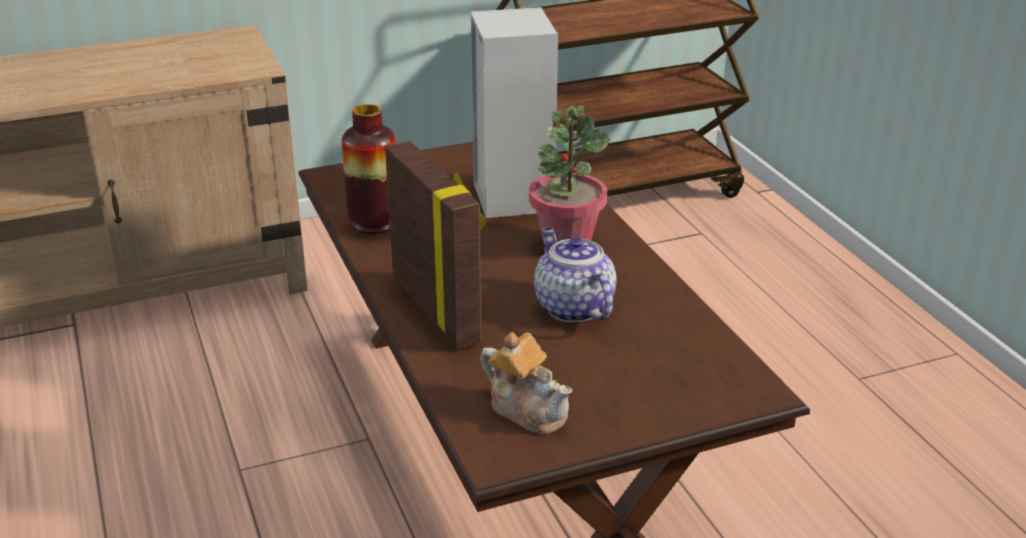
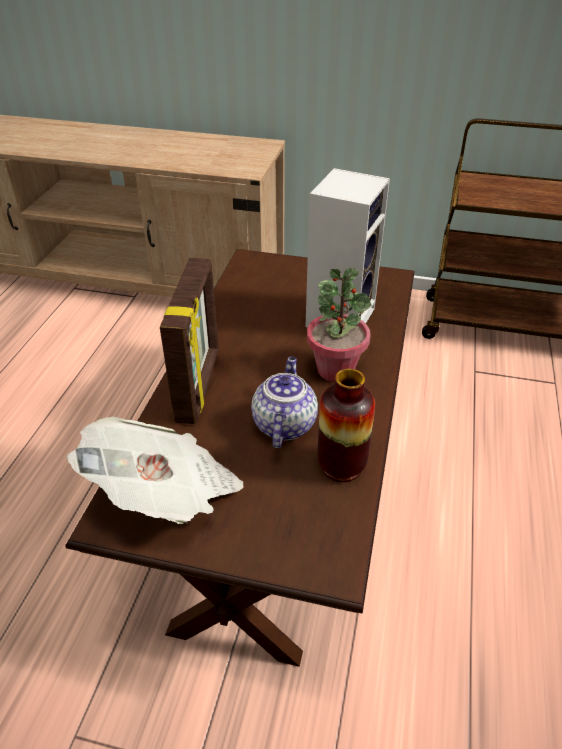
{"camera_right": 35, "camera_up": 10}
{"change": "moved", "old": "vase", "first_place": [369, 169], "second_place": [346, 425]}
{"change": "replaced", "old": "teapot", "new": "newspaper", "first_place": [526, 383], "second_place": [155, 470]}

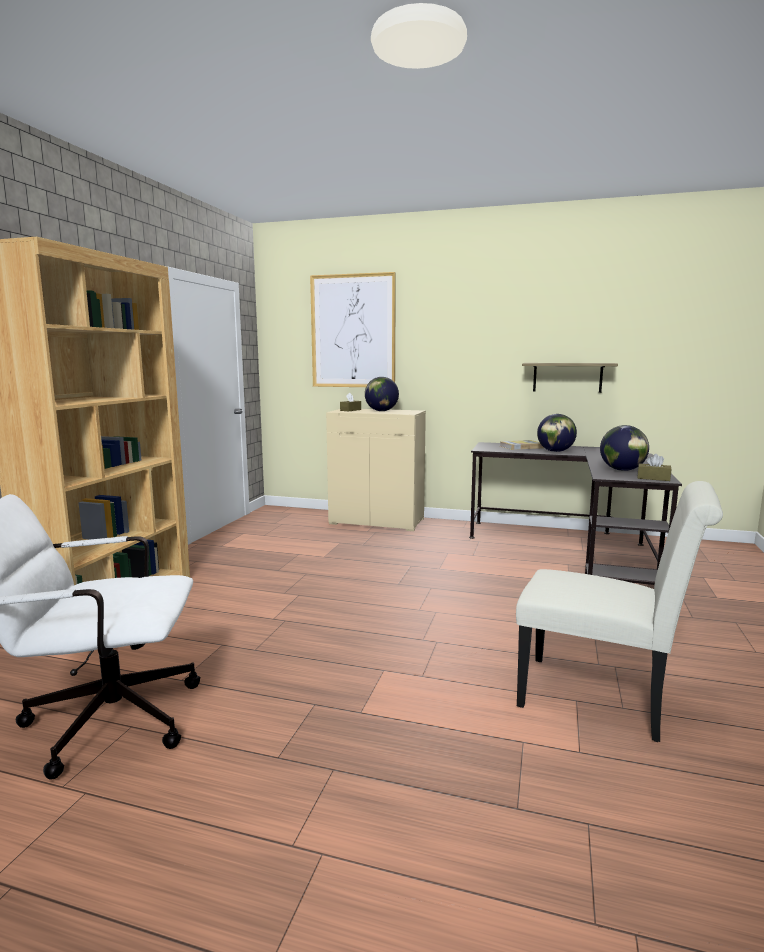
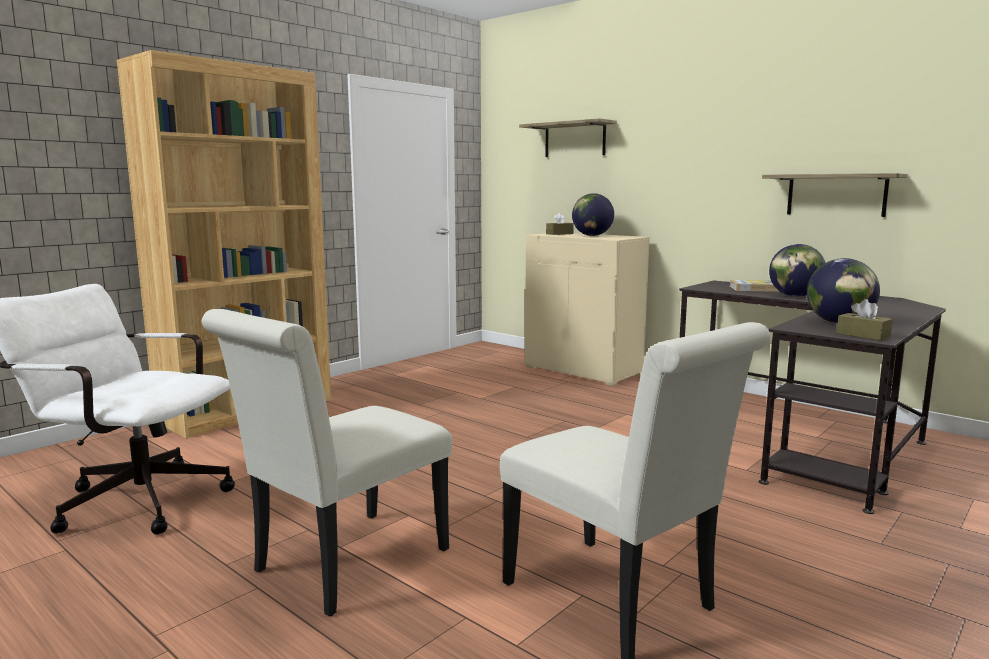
{"camera_right": 25, "camera_up": 0}
{"change": "replaced", "old": "picture", "new": "shelf", "first_place": [353, 329], "second_place": [568, 137]}
{"change": "added", "new": "white chair", "second_place": [327, 462]}

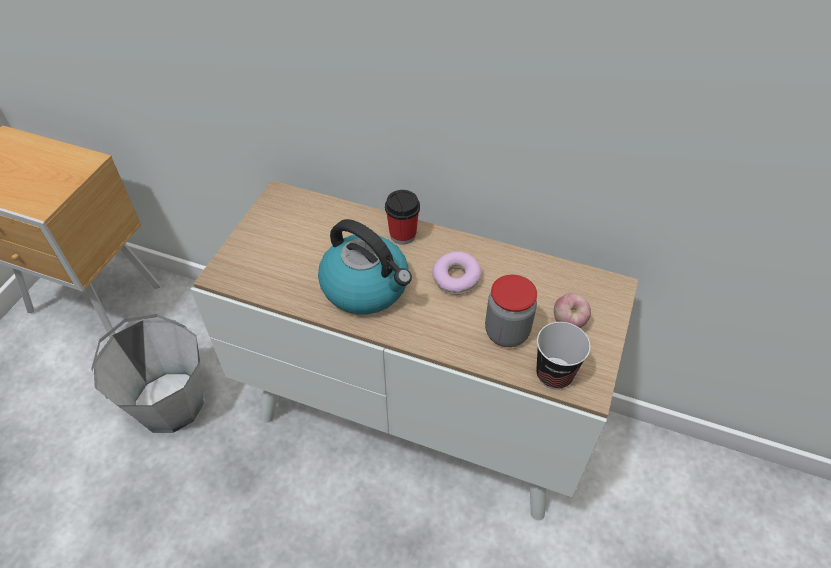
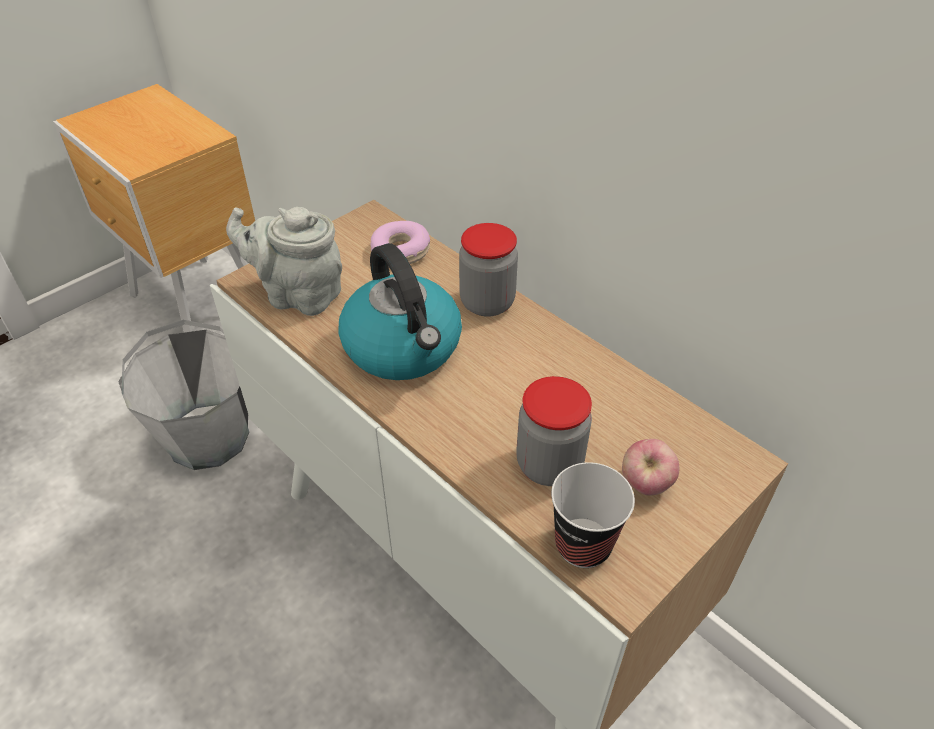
{"camera_right": 25, "camera_up": -5}
{"change": "replaced", "old": "cup", "new": "jar", "first_place": [402, 217], "second_place": [488, 270]}
{"change": "moved", "old": "donut", "first_place": [456, 273], "second_place": [400, 242]}
{"change": "added", "new": "grey teapot", "second_place": [284, 261]}

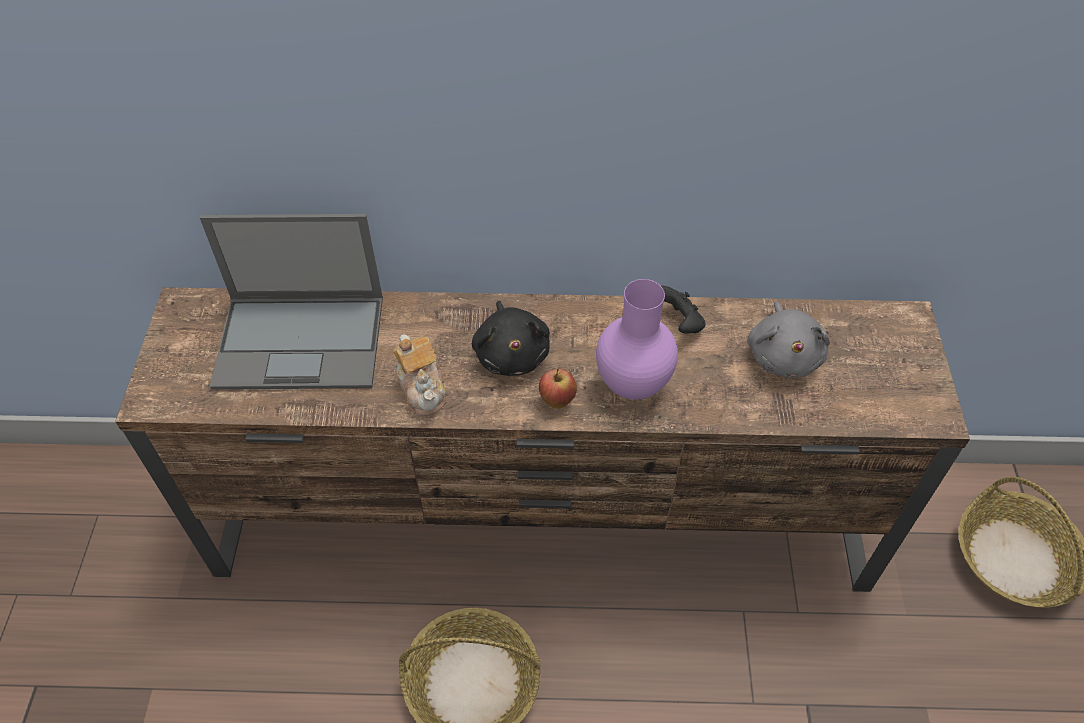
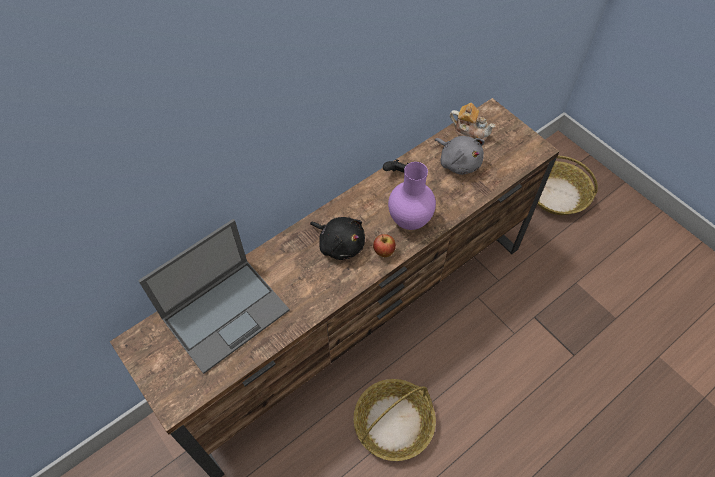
{"camera_right": -40, "camera_up": 5}
{"change": "moved", "old": "teapot", "first_place": [419, 375], "second_place": [473, 122]}

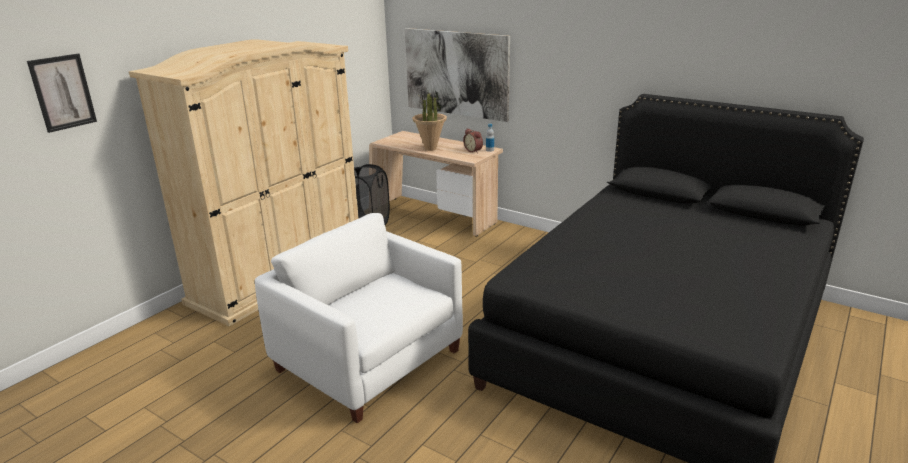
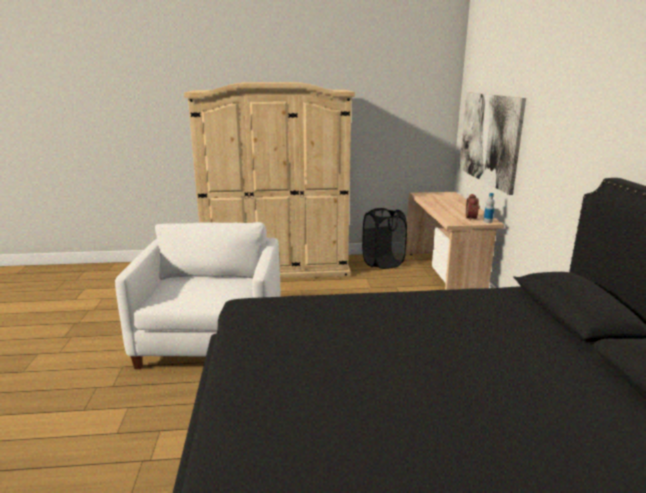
{"camera_right": 50, "camera_up": -5}
{"change": "removed", "old": "picture", "first_place": [62, 93]}
{"change": "removed", "old": "potted plant", "first_place": [429, 119]}

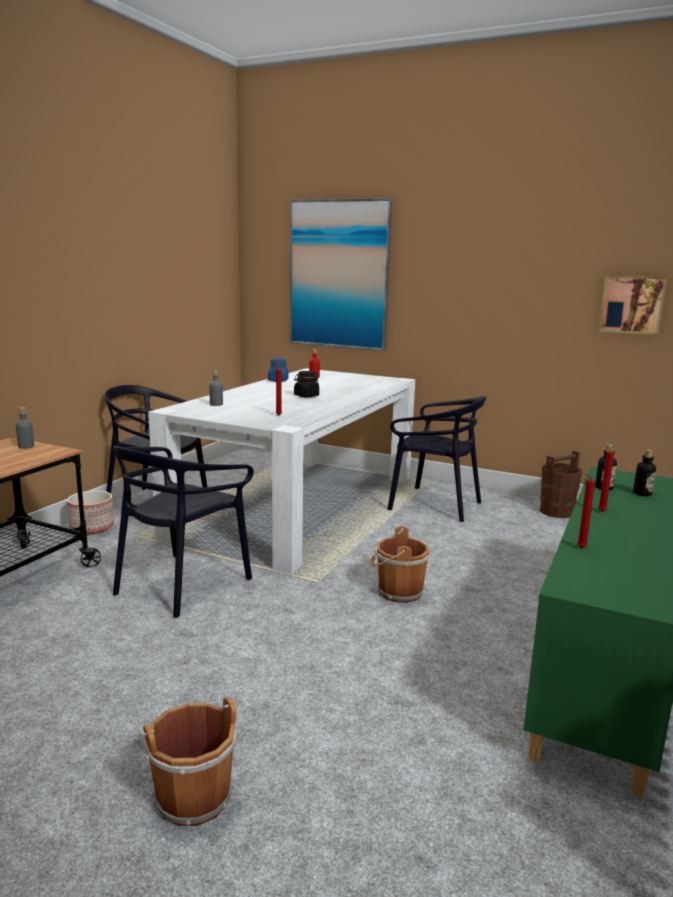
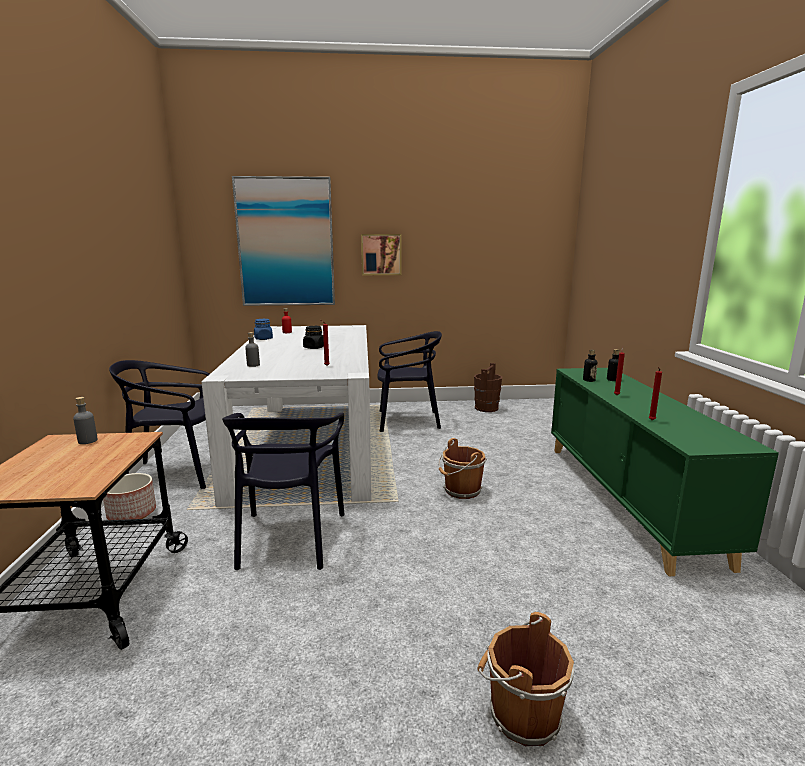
{"camera_right": -30, "camera_up": 0}
{"change": "moved", "old": "picture", "first_place": [632, 305], "second_place": [381, 254]}

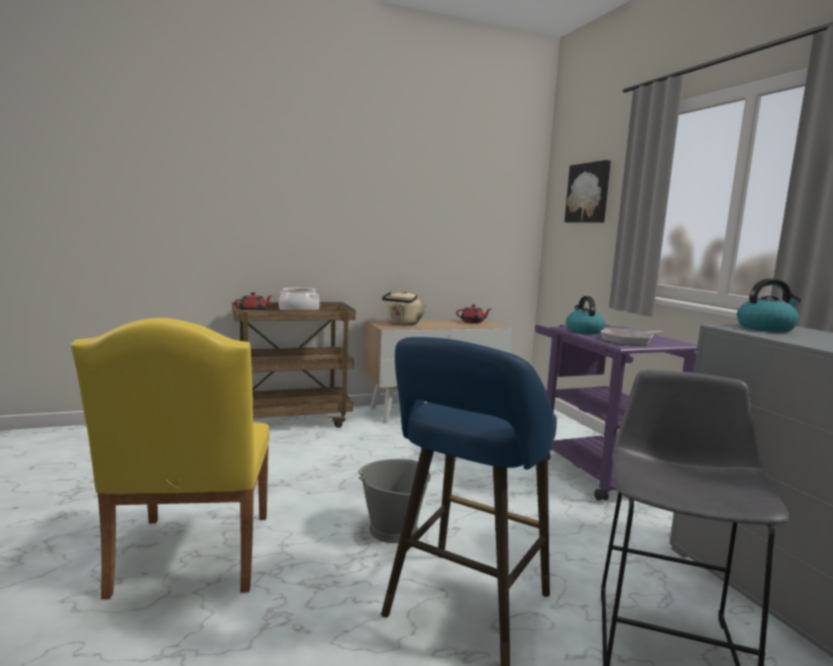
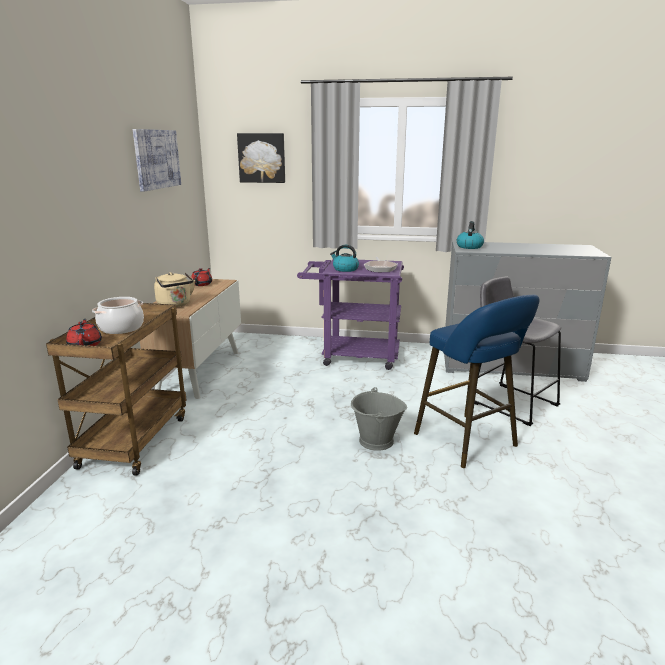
{"camera_right": -60, "camera_up": 10}
{"change": "removed", "old": "yellow chair", "first_place": [170, 459]}
{"change": "added", "new": "picture", "second_place": [157, 160]}

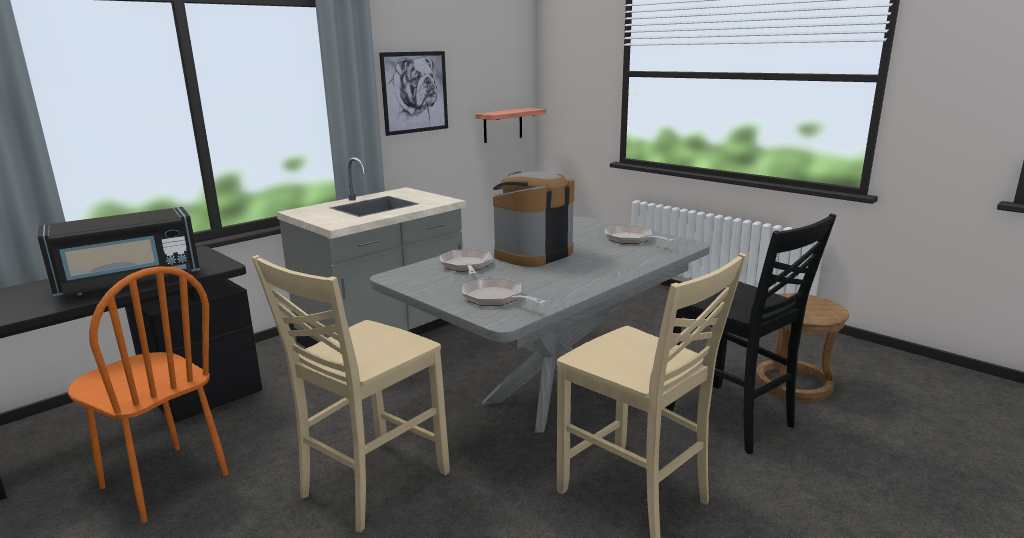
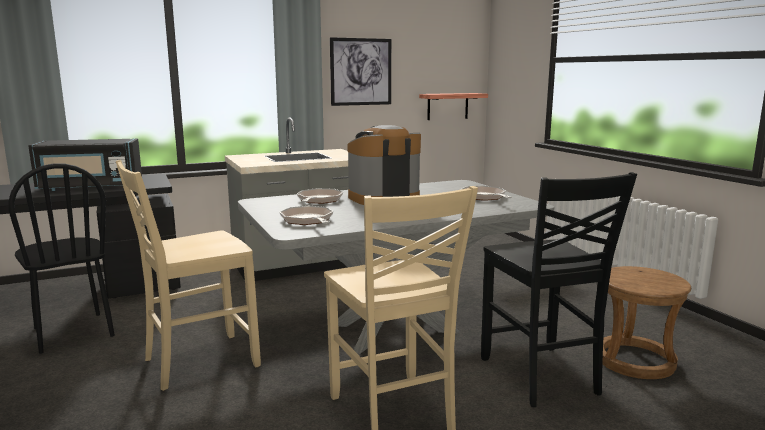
{"camera_right": 20, "camera_up": -5}
{"change": "recoloured", "old": "orange chair", "new": "black chair", "first_place": [148, 394], "second_place": [61, 258]}

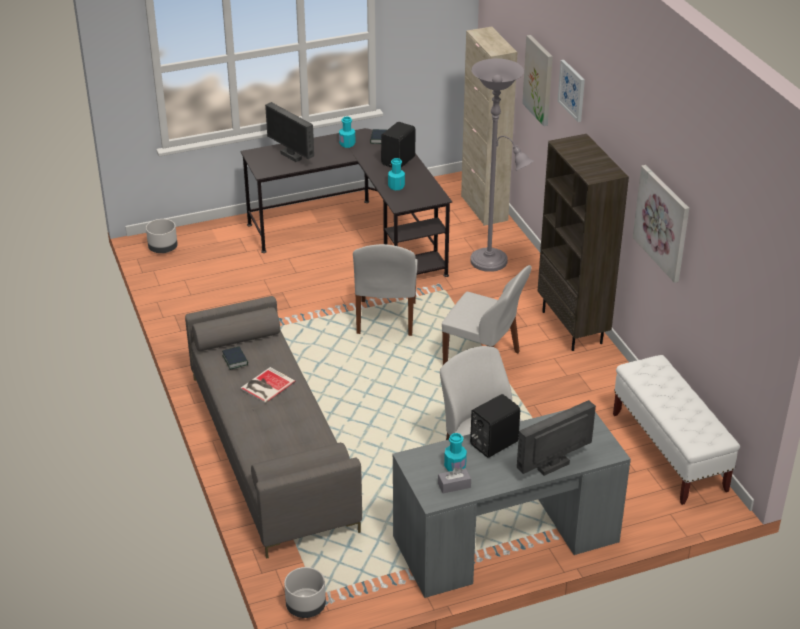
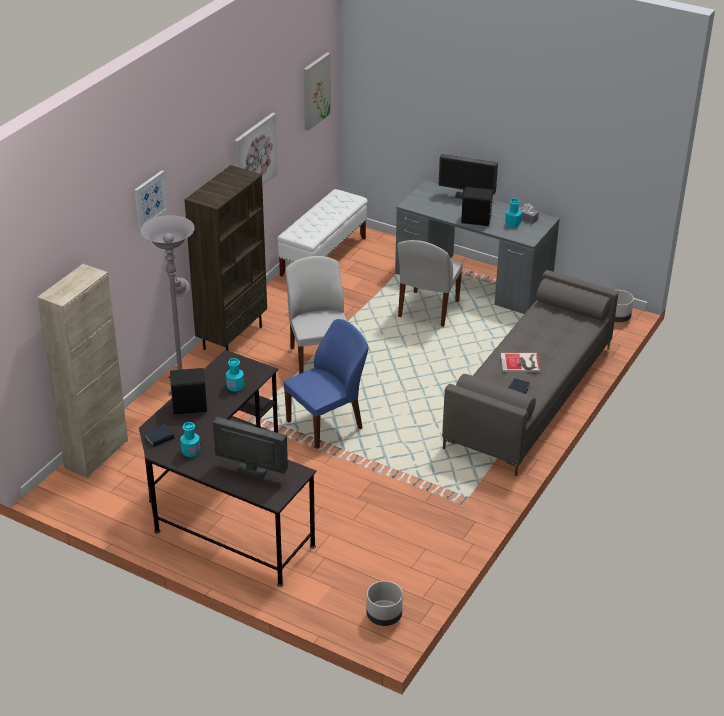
{"camera_right": -130, "camera_up": 0}
{"change": "moved", "old": "picture", "first_place": [537, 80], "second_place": [317, 91]}
{"change": "turned", "old": "monitor", "first_place": [289, 132], "second_place": [250, 448], "degrees": -75}
{"change": "recoloured", "old": "white chair", "new": "blue chair", "first_place": [385, 290], "second_place": [326, 384]}

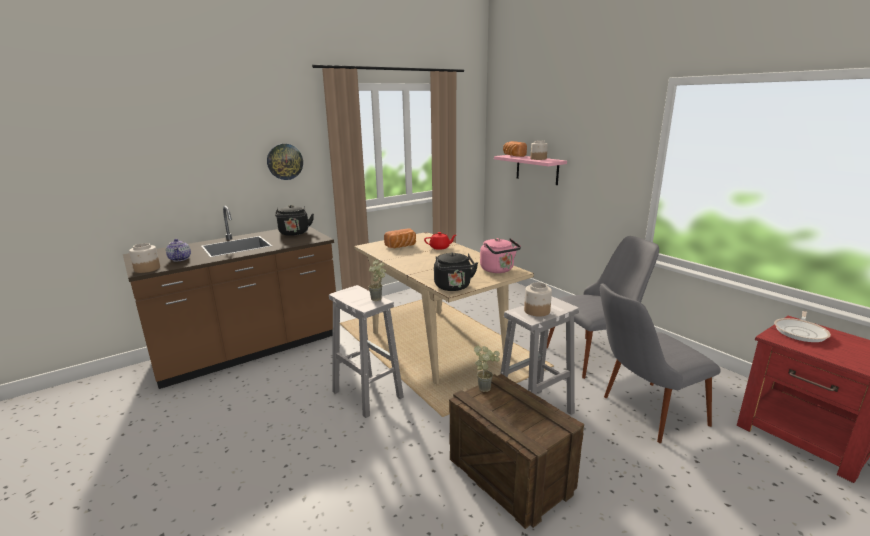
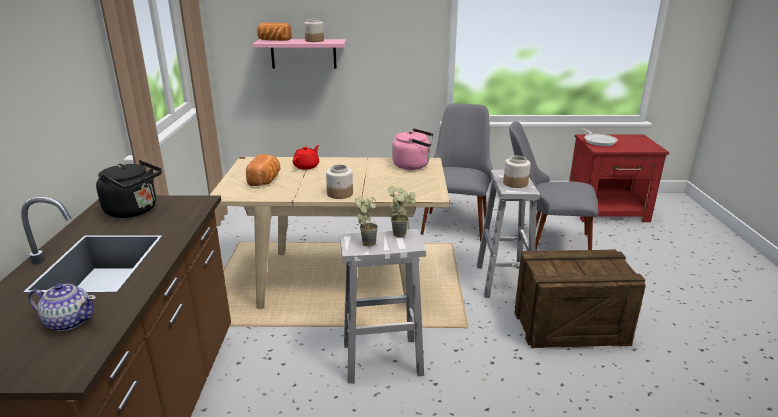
{"camera_right": -55, "camera_up": 5}
{"change": "removed", "old": "wall clock", "first_place": [285, 161]}
{"change": "moved", "old": "jar", "first_place": [144, 258], "second_place": [339, 181]}
{"change": "removed", "old": "black kettle", "first_place": [456, 271]}
{"change": "turned", "old": "grey chair", "first_place": [660, 363], "second_place": [553, 186], "degrees": 90}
{"change": "moved", "old": "potted plant", "first_place": [487, 369], "second_place": [366, 221]}

